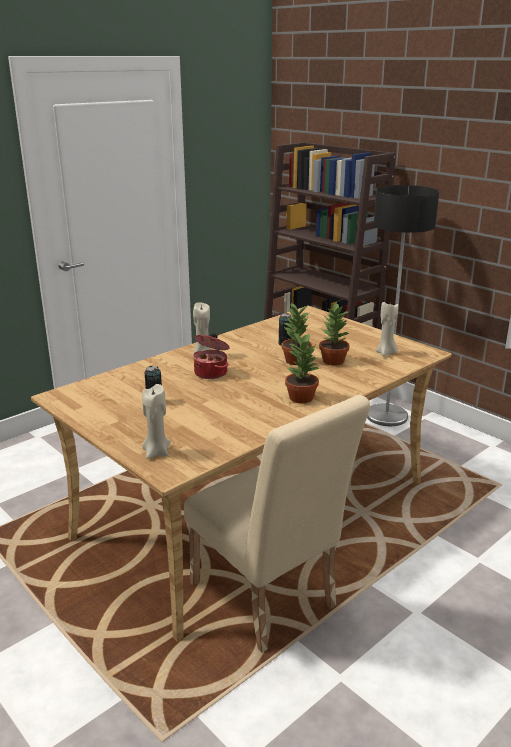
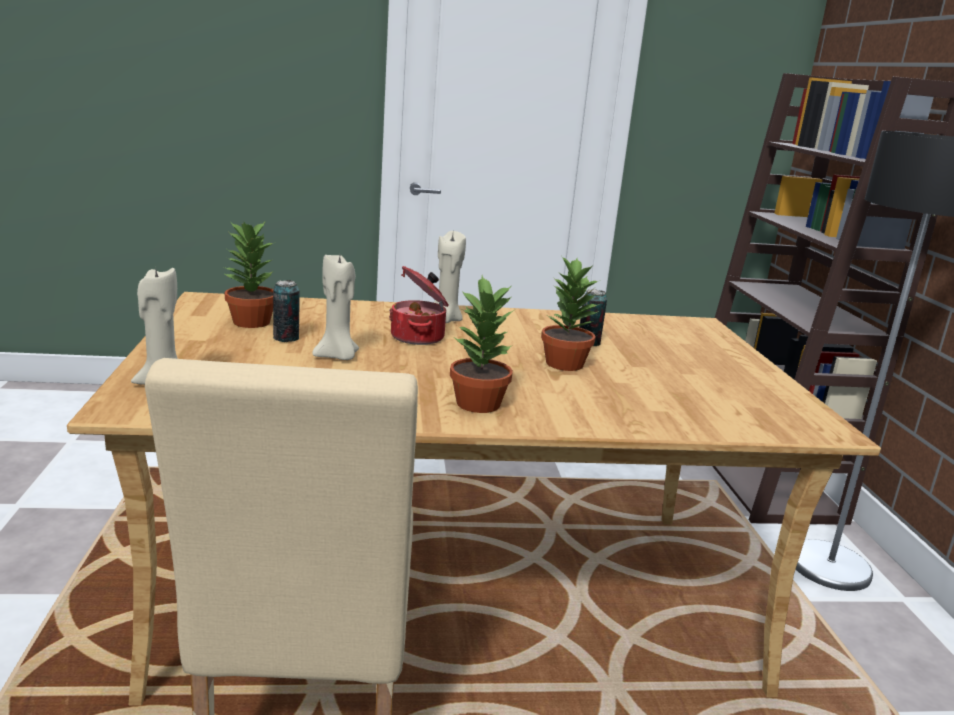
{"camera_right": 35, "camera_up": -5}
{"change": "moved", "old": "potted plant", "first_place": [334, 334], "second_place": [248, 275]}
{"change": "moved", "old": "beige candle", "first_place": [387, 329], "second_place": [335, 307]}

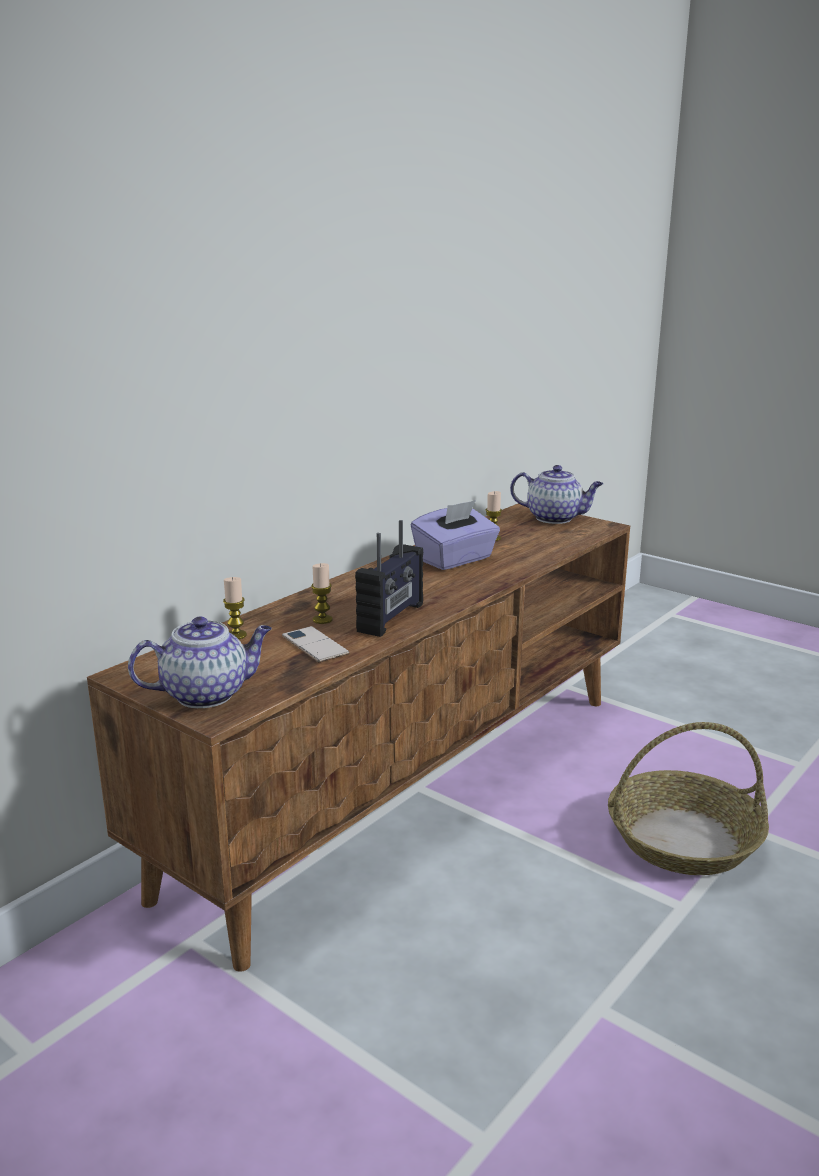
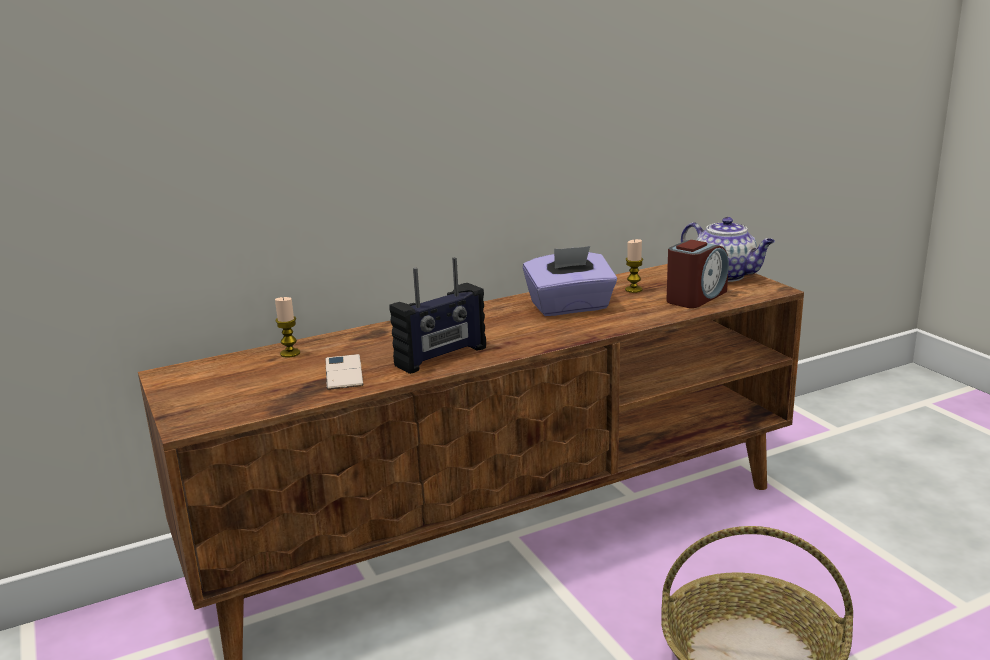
{"camera_right": 25, "camera_up": 0}
{"change": "removed", "old": "candle", "first_place": [322, 593]}
{"change": "removed", "old": "teapot", "first_place": [200, 662]}
{"change": "added", "new": "alarm clock", "second_place": [697, 274]}

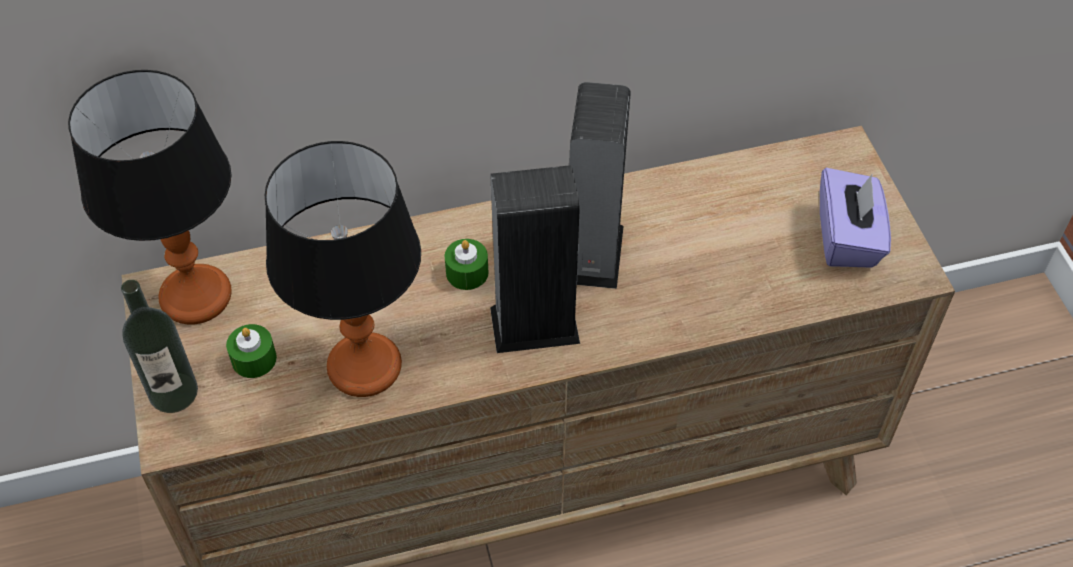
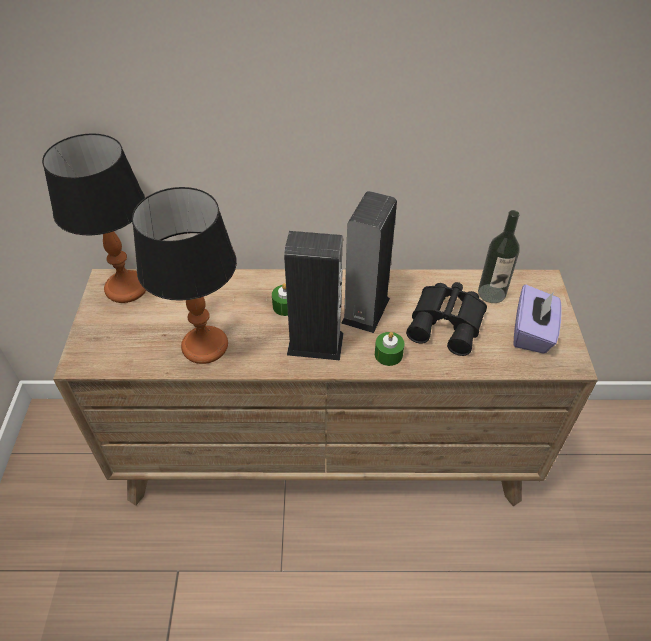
{"camera_right": 15, "camera_up": -5}
{"change": "moved", "old": "bottle", "first_place": [159, 346], "second_place": [499, 256]}
{"change": "moved", "old": "green candle", "first_place": [251, 351], "second_place": [389, 349]}
{"change": "added", "new": "black binoculars", "second_place": [446, 319]}

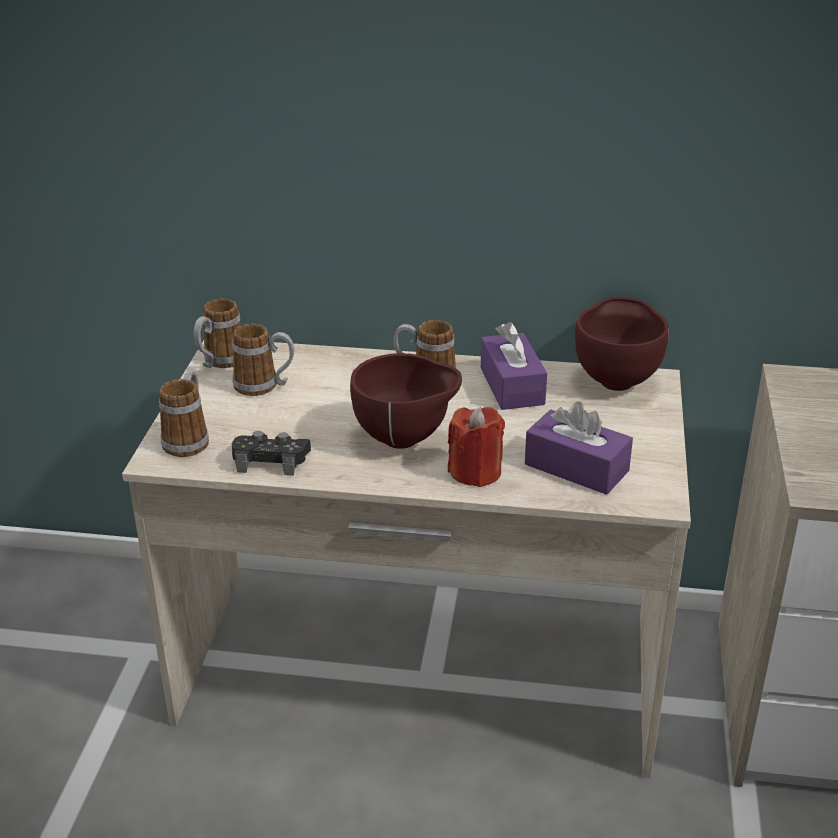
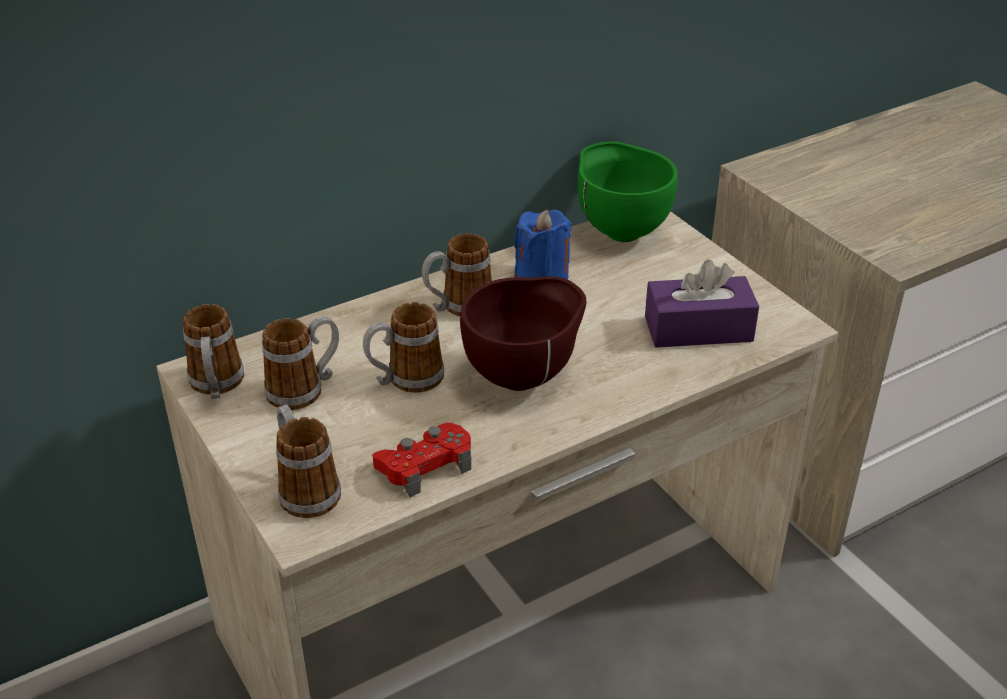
{"camera_right": -40, "camera_up": 5}
{"change": "recoloured", "old": "brown bowl", "new": "green bowl", "first_place": [622, 344], "second_place": [628, 191]}
{"change": "replaced", "old": "purple tissue box", "new": "blue candle", "first_place": [514, 366], "second_place": [543, 245]}
{"change": "removed", "old": "red candle", "first_place": [476, 447]}
{"change": "recoloured", "old": "black game controller", "new": "red game controller", "first_place": [271, 453], "second_place": [422, 460]}
{"change": "added", "new": "mug", "second_place": [403, 347]}

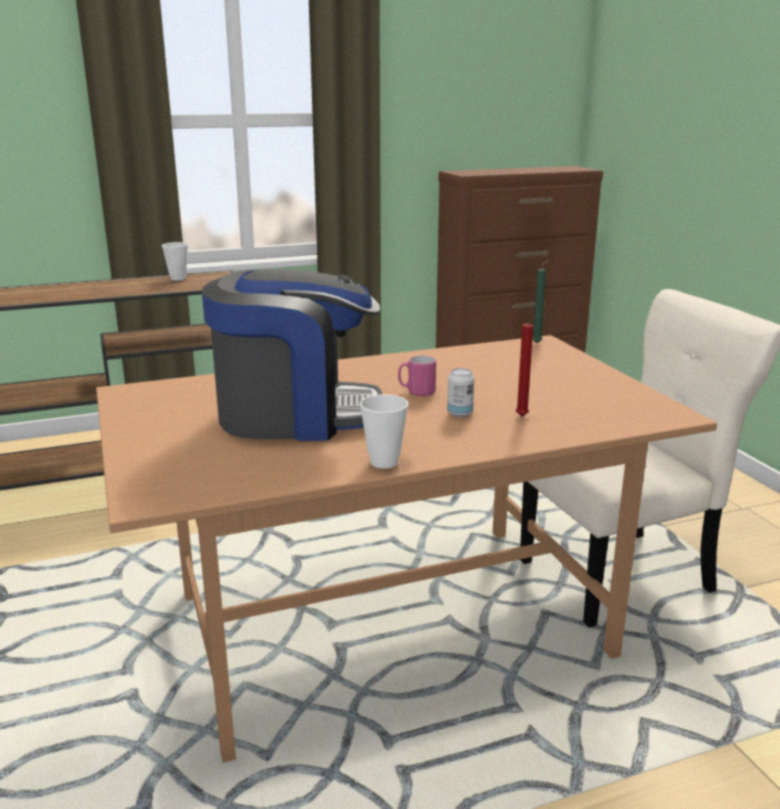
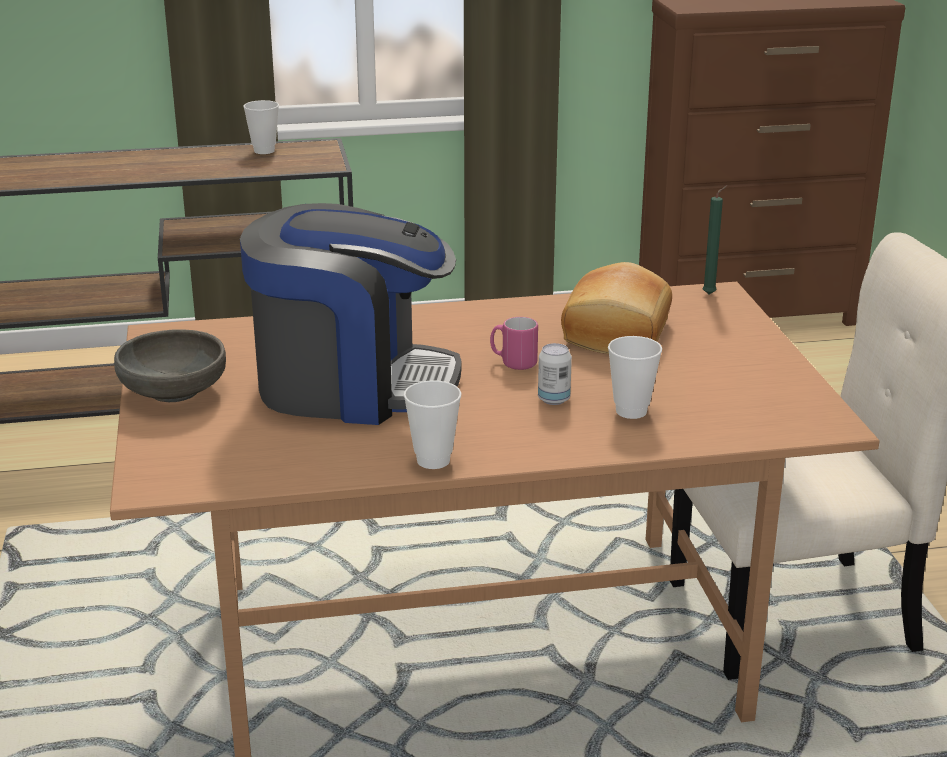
{"camera_right": 10, "camera_up": 5}
{"change": "replaced", "old": "red candle", "new": "cup", "first_place": [527, 366], "second_place": [635, 377]}
{"change": "added", "new": "bread", "second_place": [616, 308]}
{"change": "added", "new": "grey bowl", "second_place": [170, 365]}

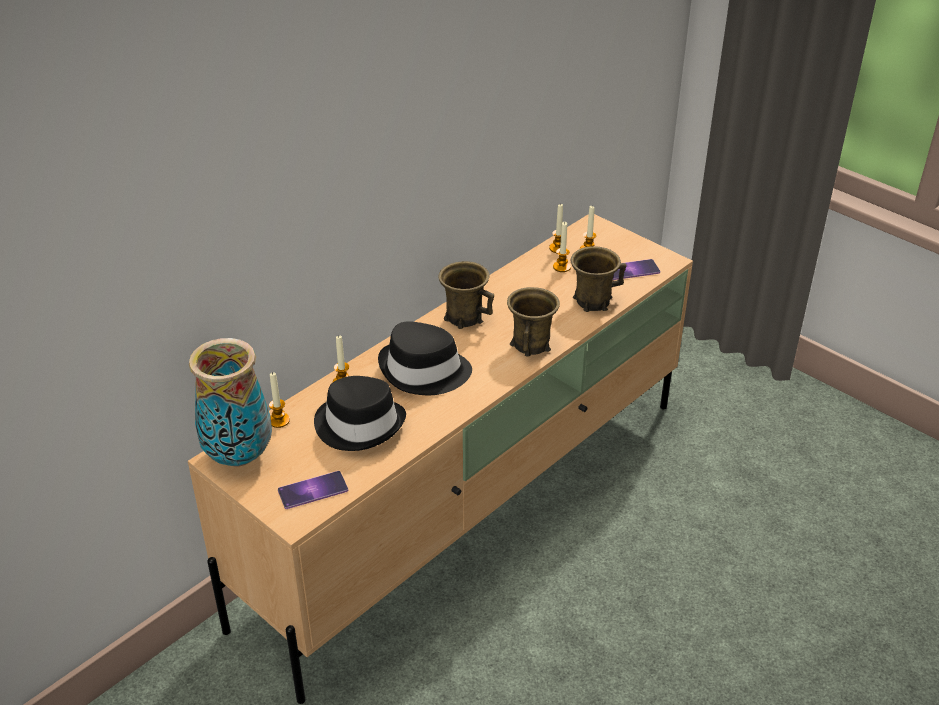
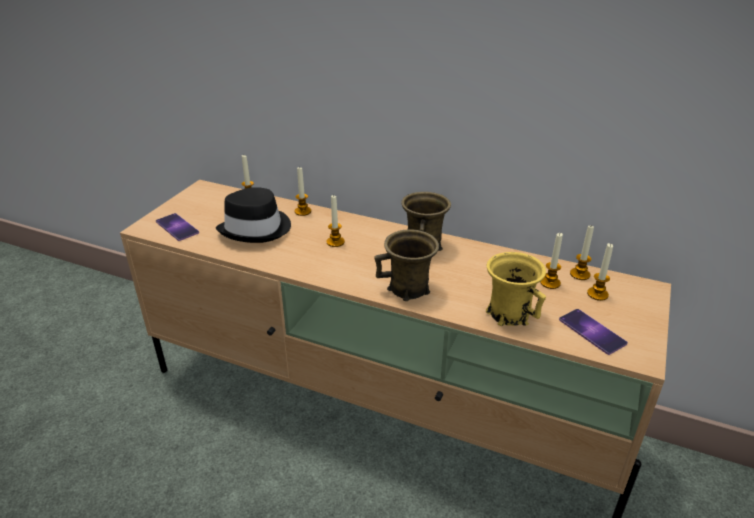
{"camera_right": 70, "camera_up": -5}
{"change": "recoloured", "old": "brown mug", "new": "yellow mug", "first_place": [598, 279], "second_place": [516, 289]}
{"change": "replaced", "old": "black hat", "new": "candle", "first_place": [425, 358], "second_place": [336, 220]}
{"change": "removed", "old": "vase", "first_place": [230, 402]}

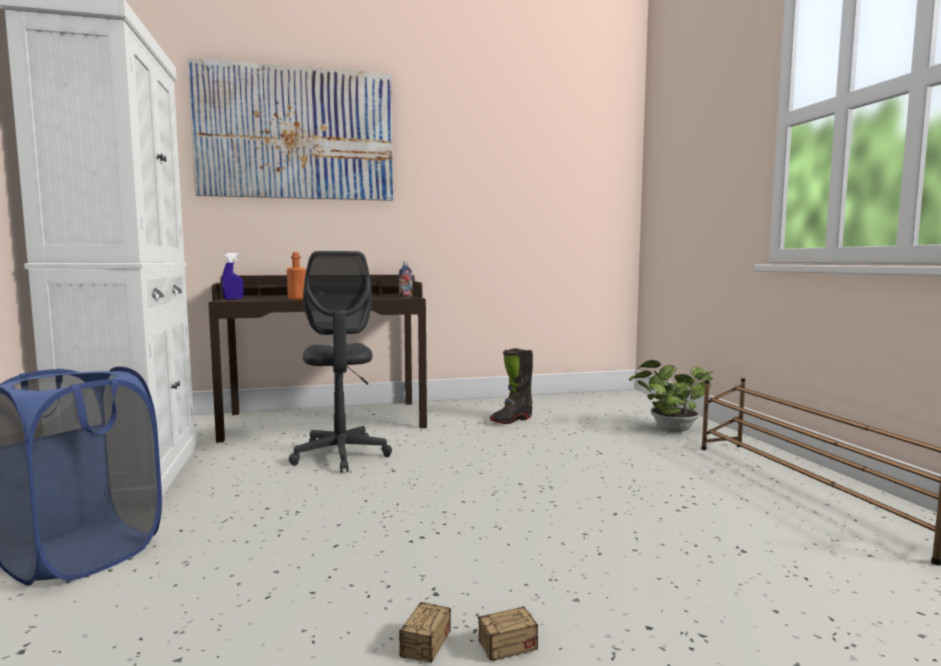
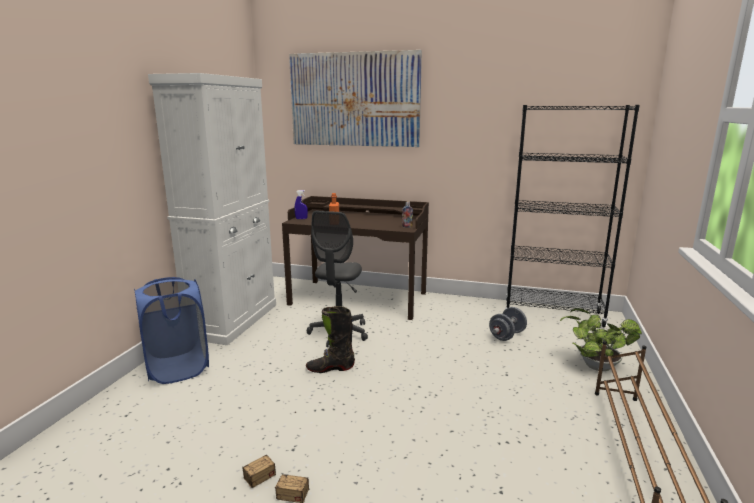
{"camera_right": 30, "camera_up": 10}
{"change": "moved", "old": "black boot", "first_place": [511, 386], "second_place": [330, 339]}
{"change": "added", "new": "black bookcase", "second_place": [572, 216]}
{"change": "added", "new": "grey dumbbell", "second_place": [508, 324]}

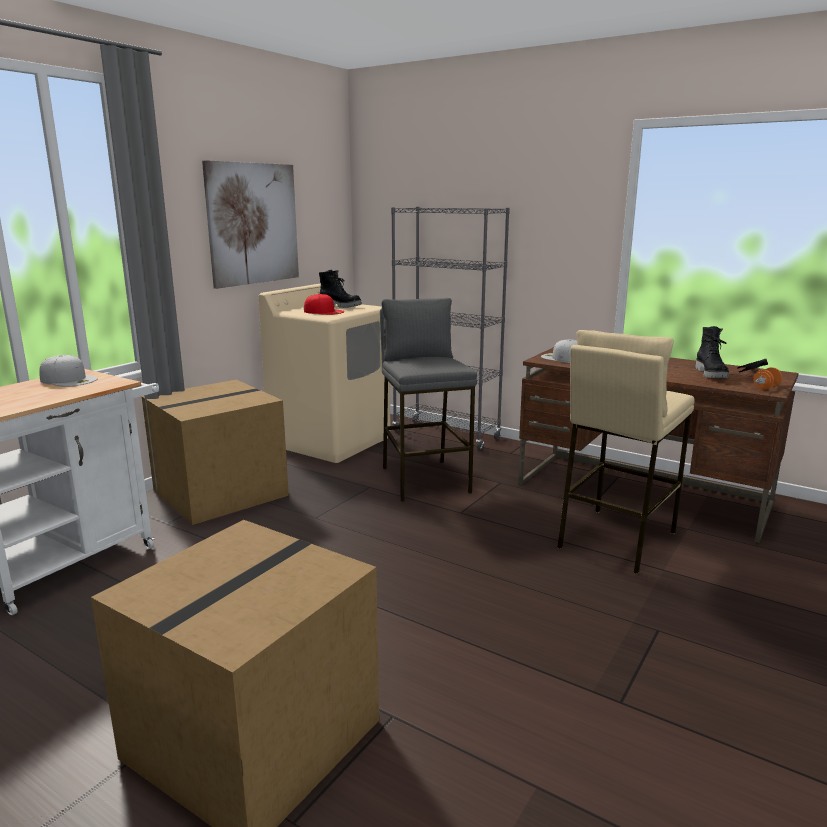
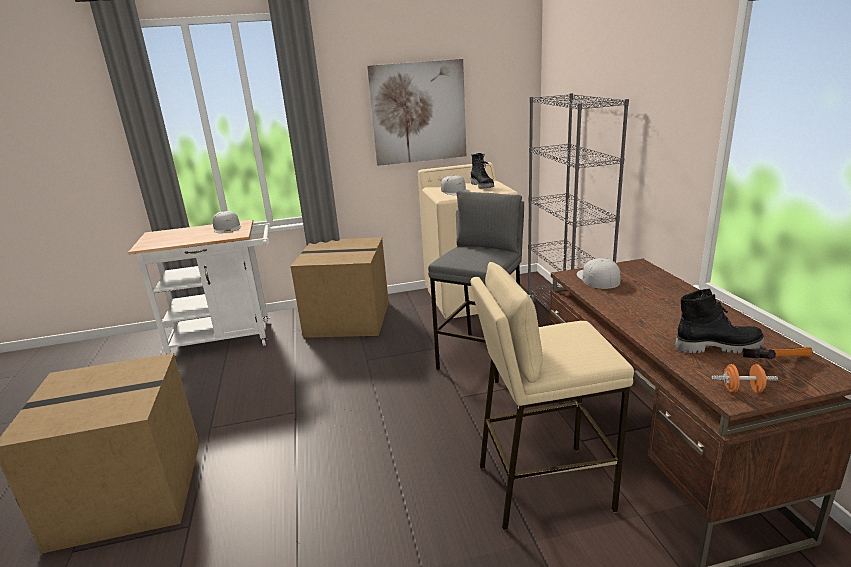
{"camera_right": 45, "camera_up": 5}
{"change": "recoloured", "old": "red cap", "new": "white cap", "first_place": [324, 304], "second_place": [455, 185]}
{"change": "turned", "old": "black boot", "first_place": [712, 352], "second_place": [719, 321], "degrees": -135}

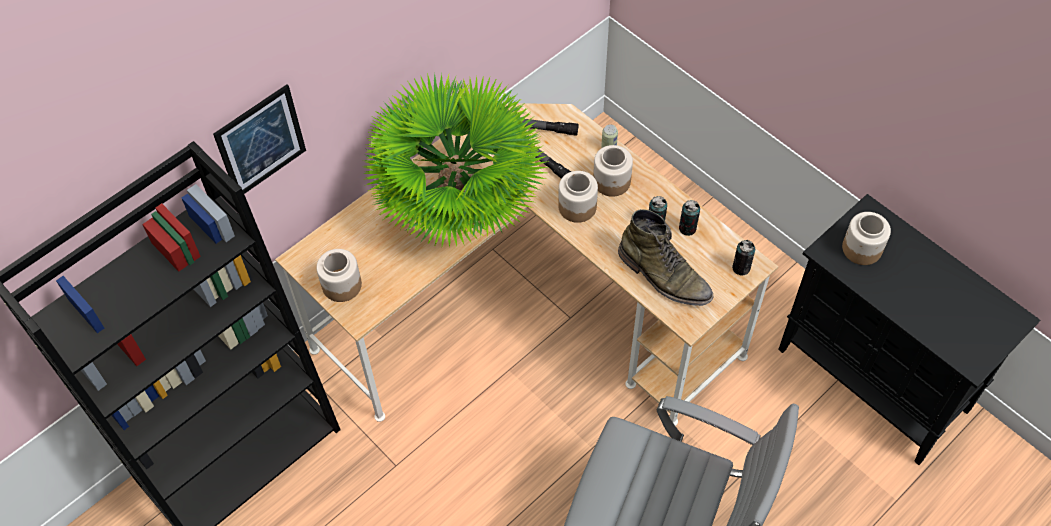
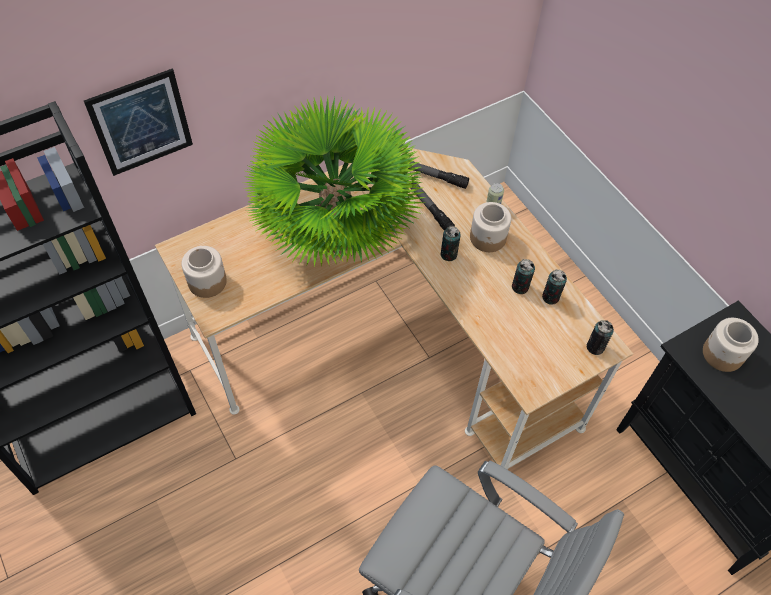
{"camera_right": 10, "camera_up": 0}
{"change": "replaced", "old": "jar", "new": "can", "first_place": [578, 197], "second_place": [450, 243]}
{"change": "removed", "old": "green boot", "first_place": [666, 257]}

